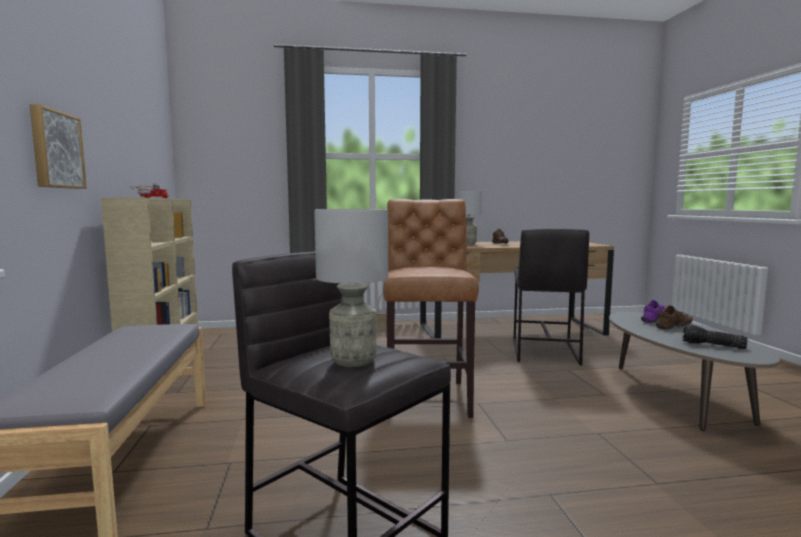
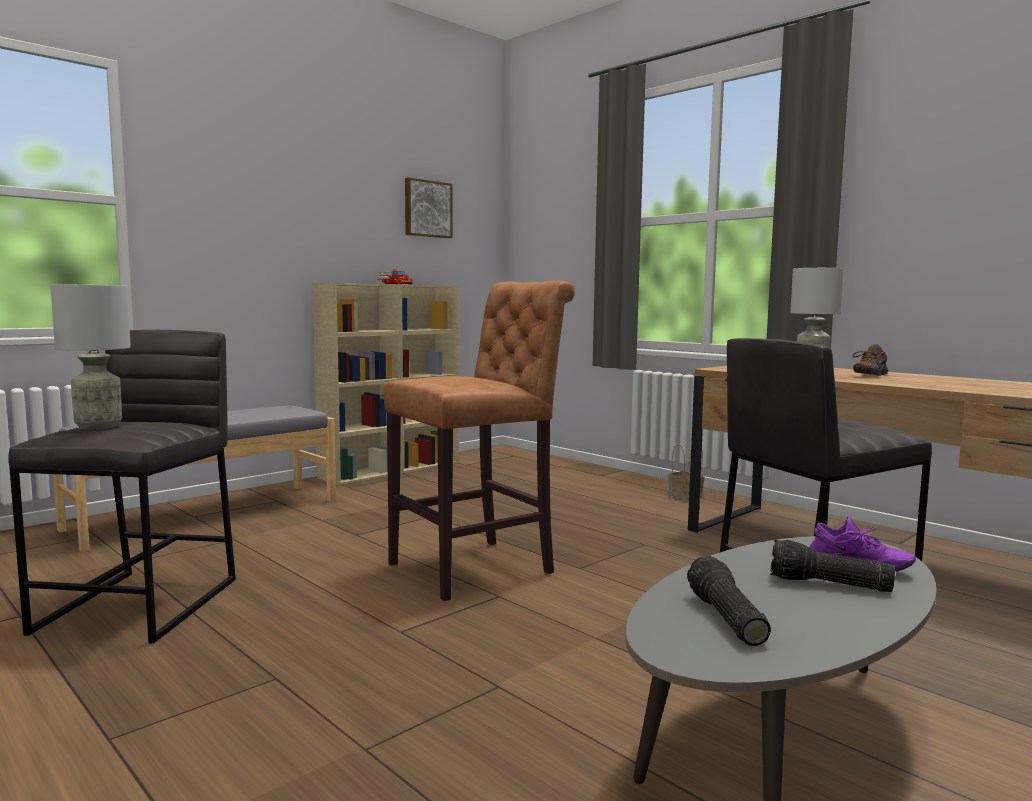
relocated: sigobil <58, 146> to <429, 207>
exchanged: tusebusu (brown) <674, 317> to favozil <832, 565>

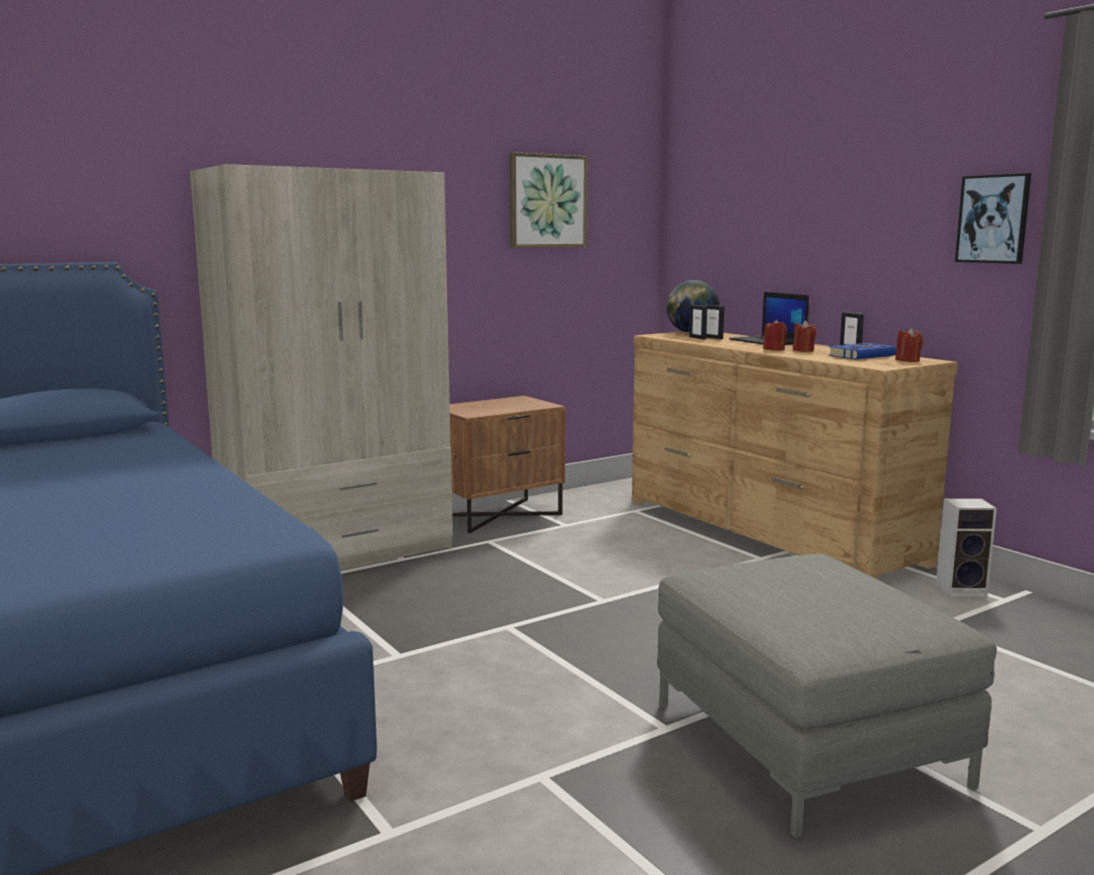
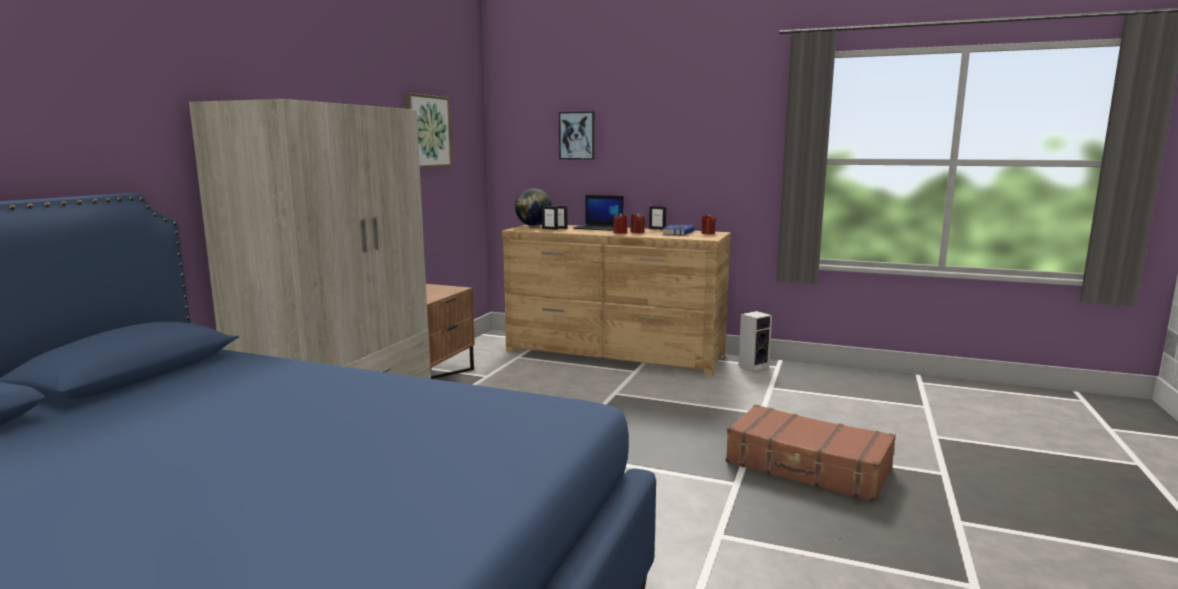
relocated: sigobil <993, 218> to <577, 136>
exchanged: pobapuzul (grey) <827, 696> to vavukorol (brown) <811, 453>

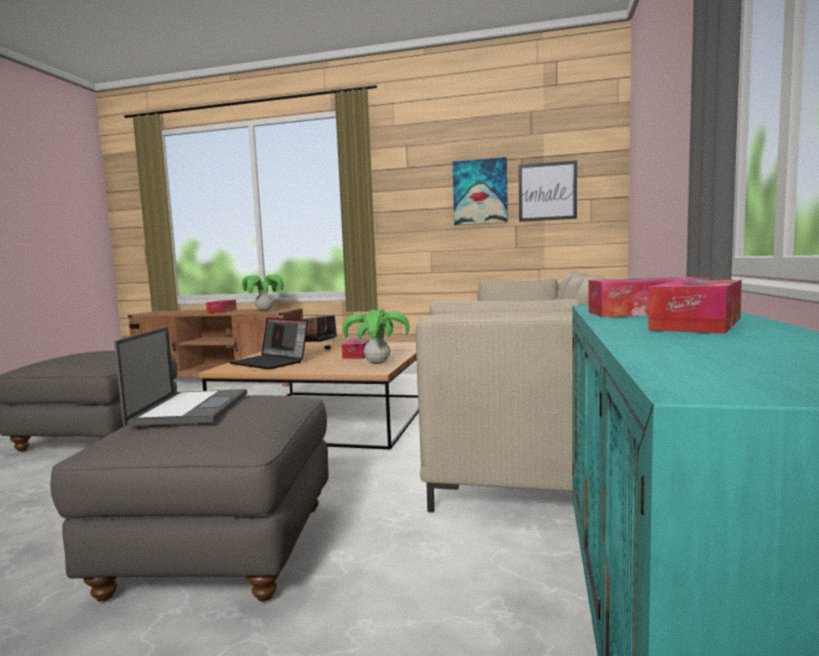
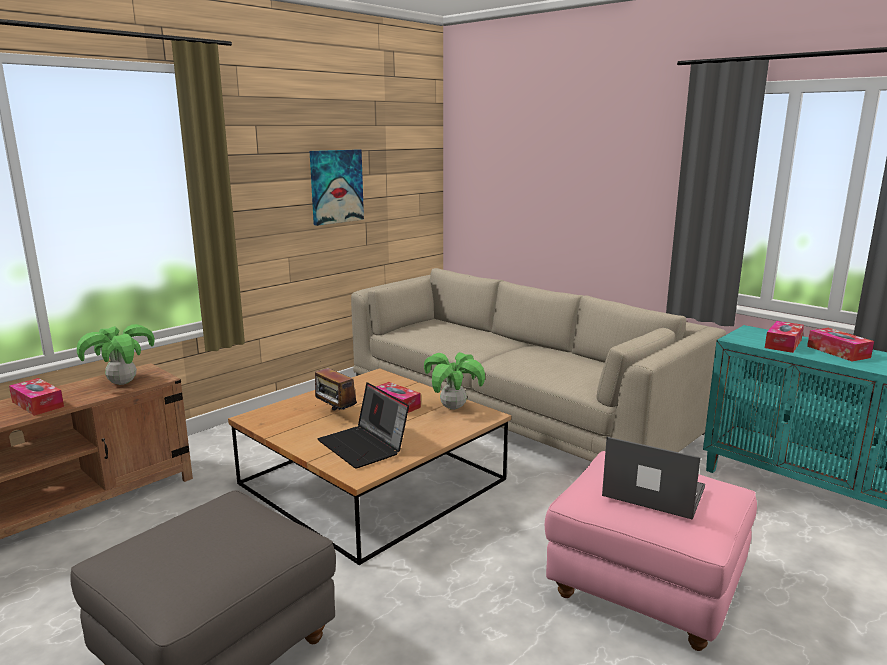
missing: sigobil <547, 191>
colour: pobapuzul (grey) <189, 498> to pobapuzul (pink) <651, 551>
spun: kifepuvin <268, 343> = <363, 425> 75 degrees clockwise

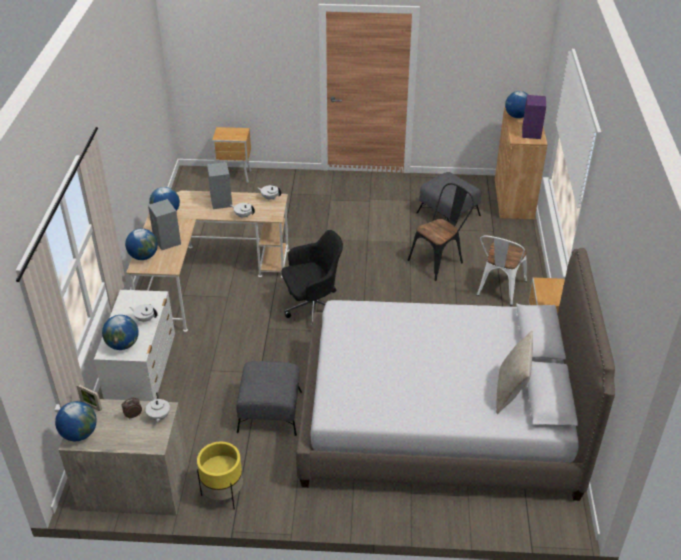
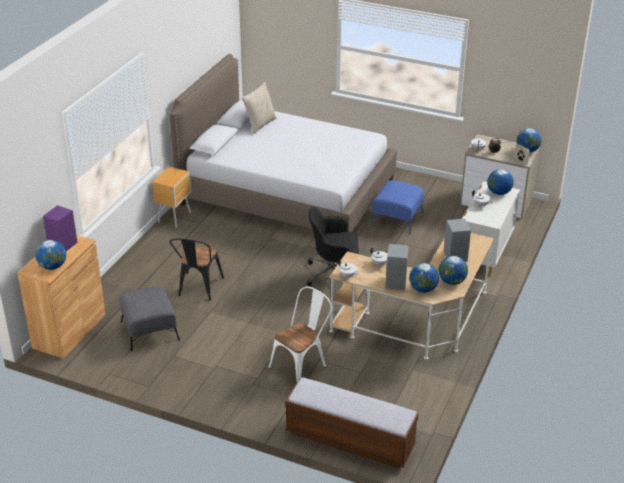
missing: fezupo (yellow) <220, 475>
relocated: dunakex <141, 244> to <424, 278>; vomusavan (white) <502, 270> to <300, 334>
exchanged: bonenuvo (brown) <231, 155> to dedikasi <352, 422>
colour: pobapuzul (grey) <269, 398> to pobapuzul (blue) <397, 207>
spun: vomusavan (black) <441, 232> = <197, 269> 60 degrees counterclockwise

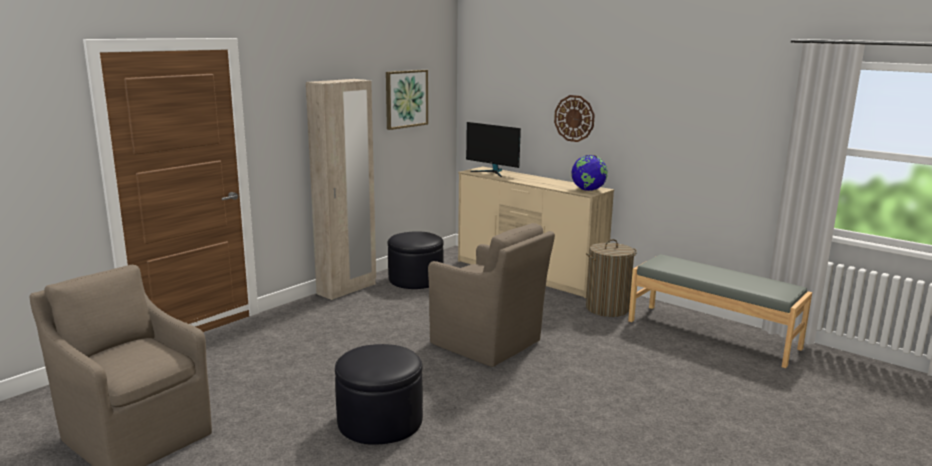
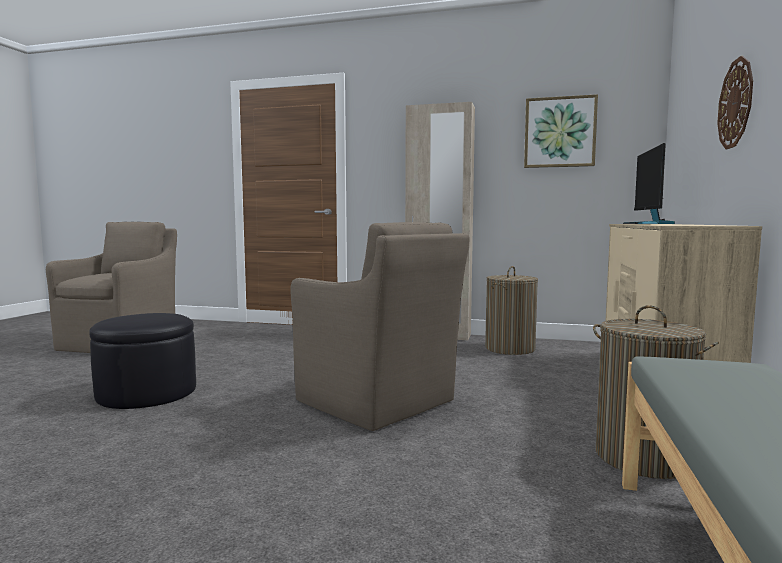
missing: dunakex <589, 173>
exchanged: pobapuzul (black) <416, 260> to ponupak <511, 310>
spun: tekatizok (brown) <491, 295> = <379, 326> 60 degrees counterclockwise

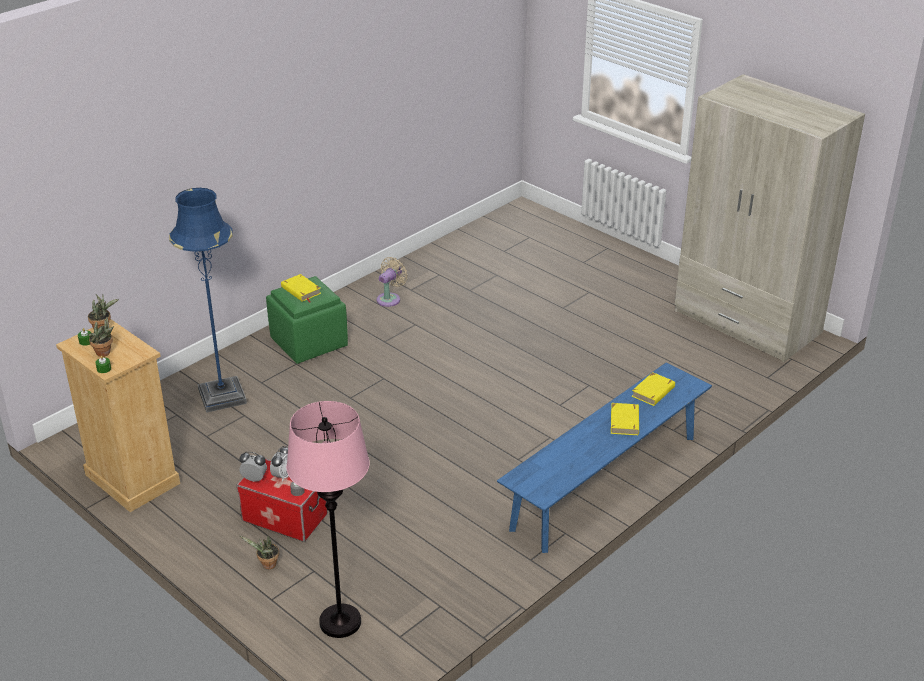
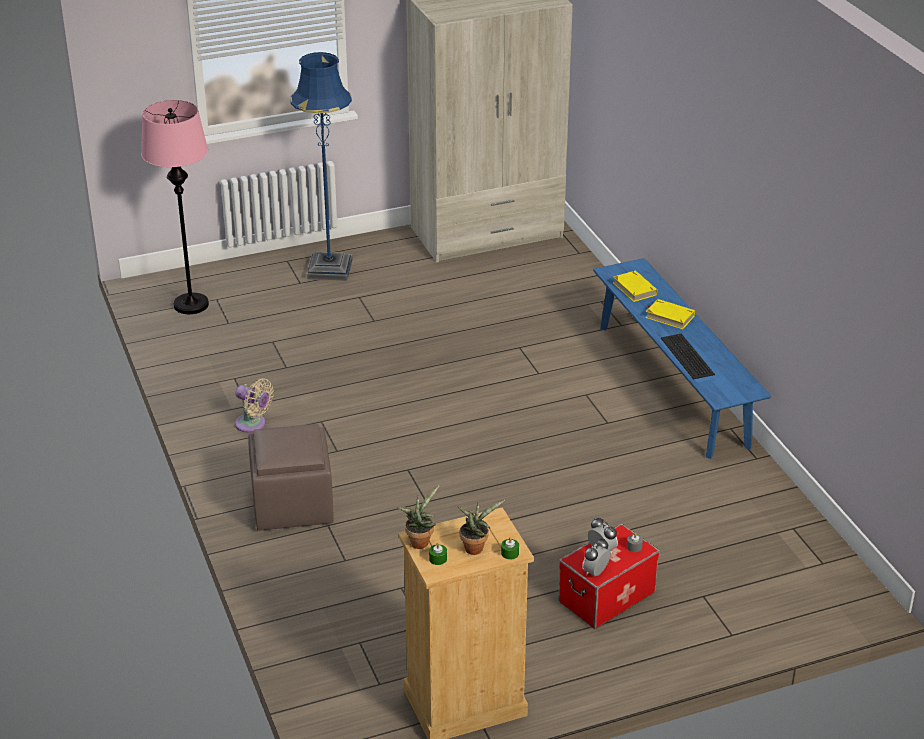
missing: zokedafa <259, 552>; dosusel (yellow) <301, 288>
appeared: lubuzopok <688, 356>
relocated: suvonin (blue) <208, 300> to <321, 166>; suvonin (pink) <328, 519> to <175, 207>
colour: pobapuzul (green) <307, 320> to pobapuzul (brown) <291, 477>
spun: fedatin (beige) <392, 282> = <254, 405> 150 degrees clockwise

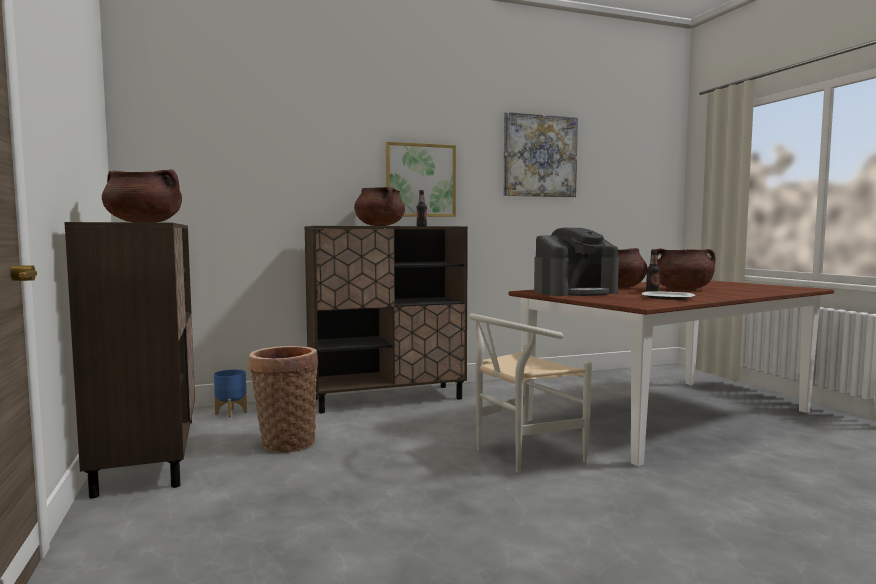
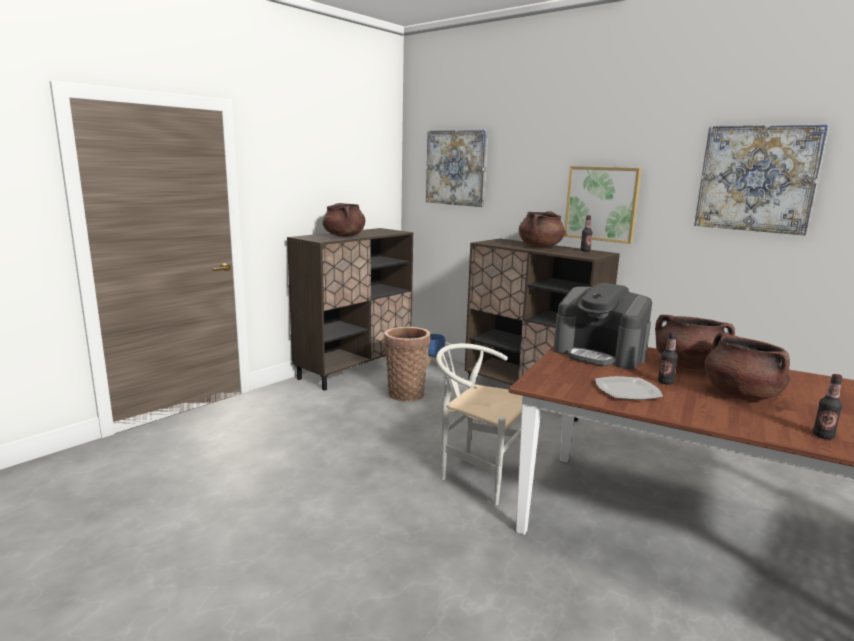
appeared: sigobil <457, 168>; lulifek <828, 406>

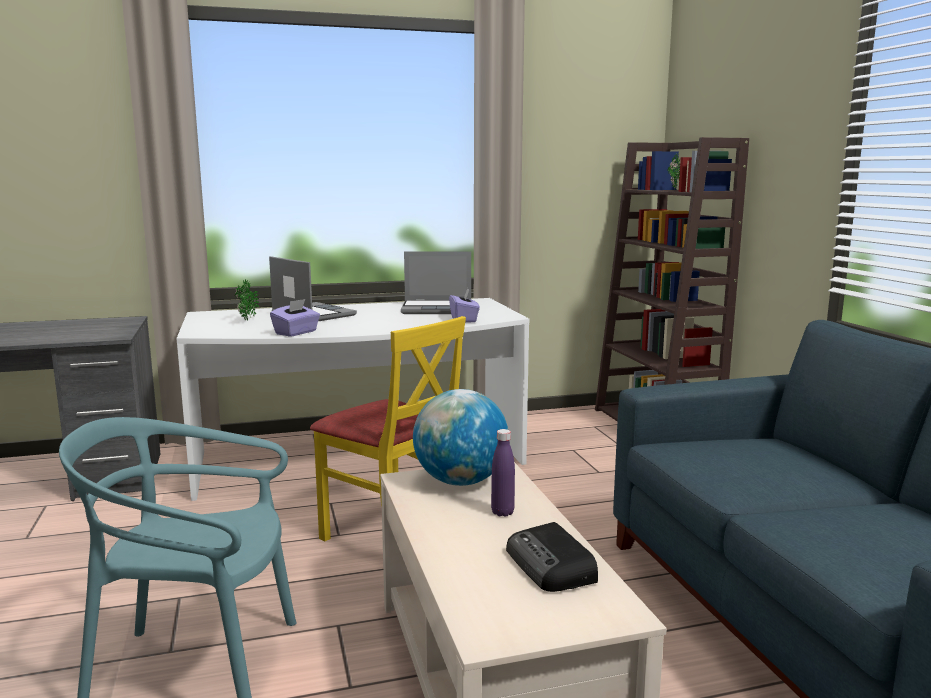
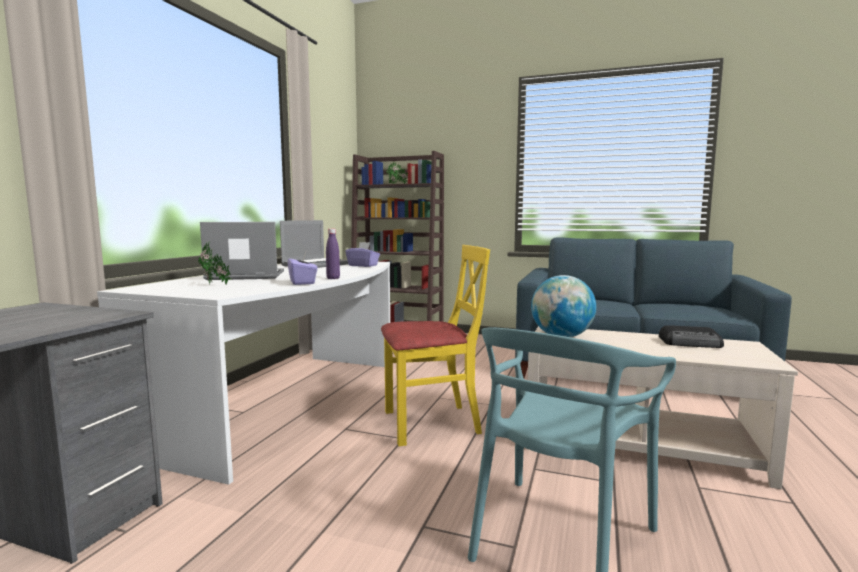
relocated: lulifek (purple) <503, 473> to <333, 254>

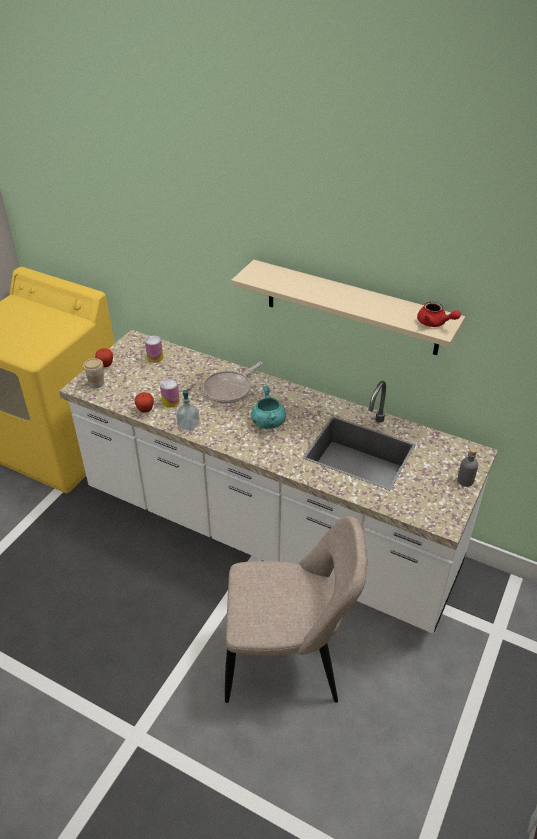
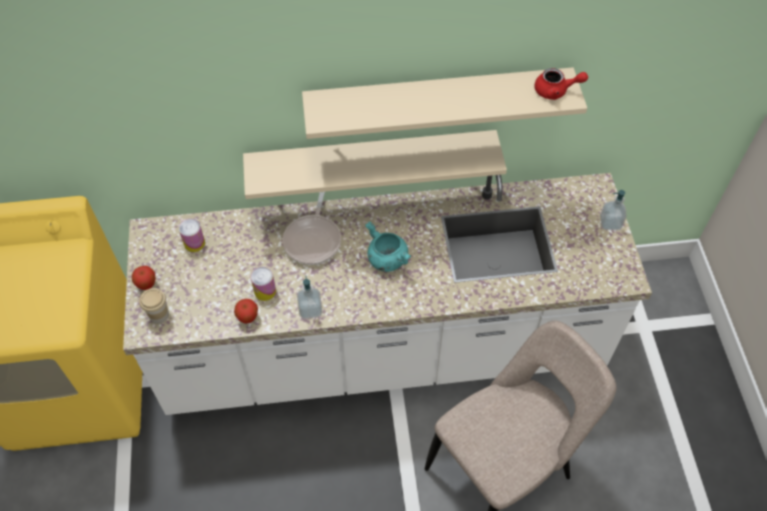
appeared: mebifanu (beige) <375, 164>
exchanged: lulifek (grey) <467, 467> to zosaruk <613, 210>

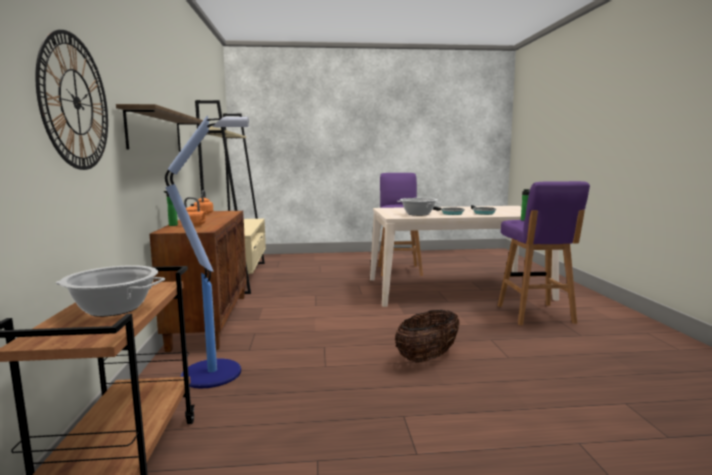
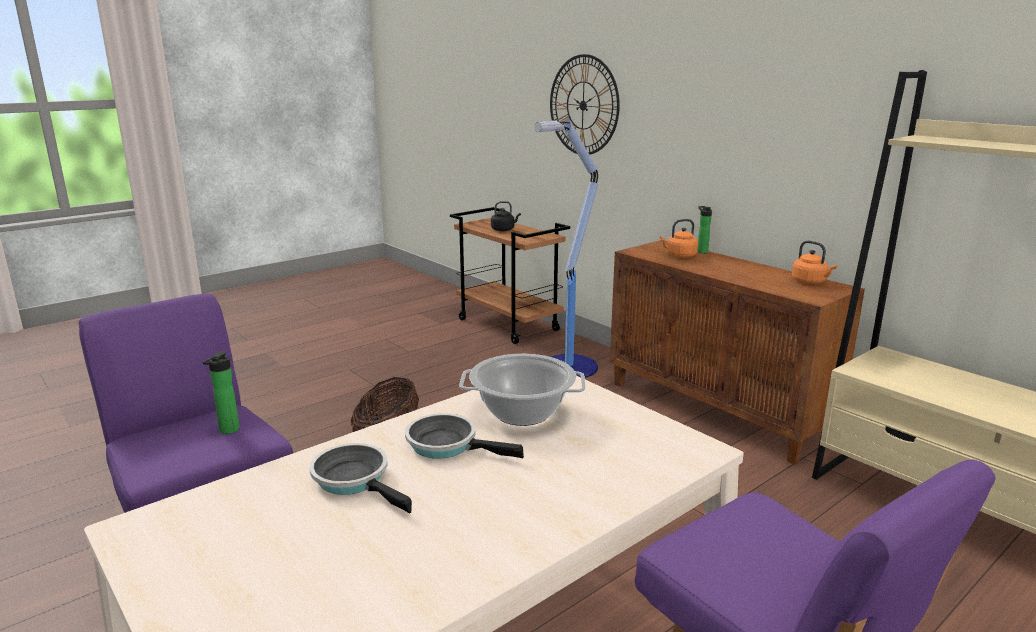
missing: mebifanu <159, 128>
exchanged: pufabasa <110, 291> to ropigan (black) <506, 216>

